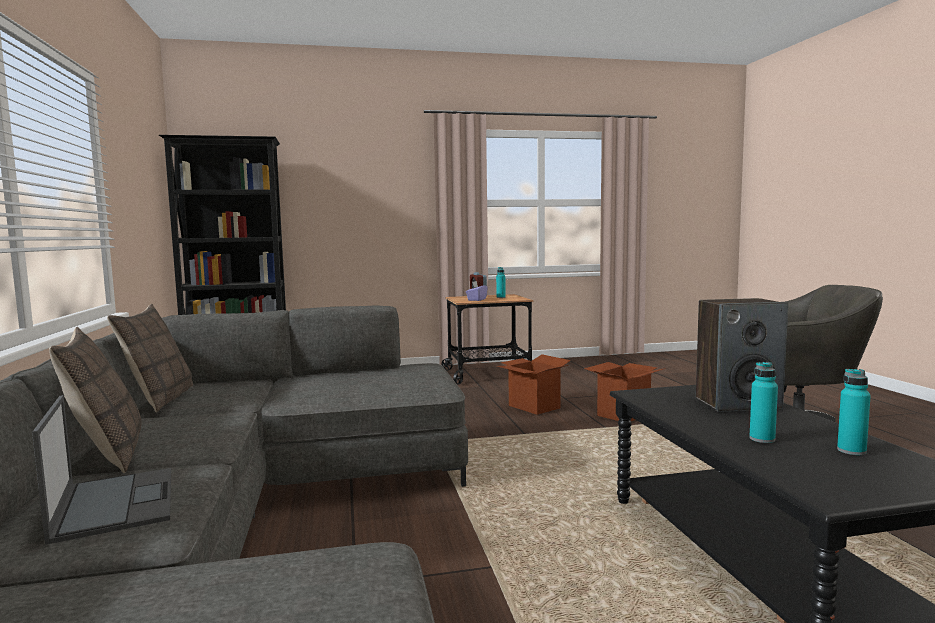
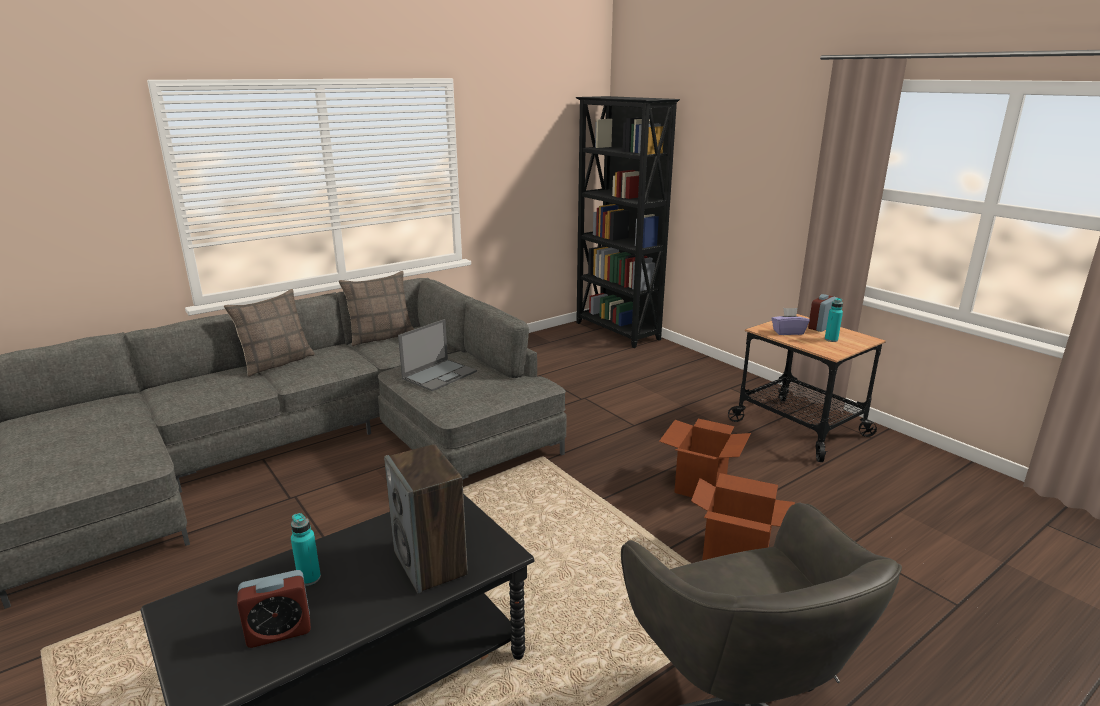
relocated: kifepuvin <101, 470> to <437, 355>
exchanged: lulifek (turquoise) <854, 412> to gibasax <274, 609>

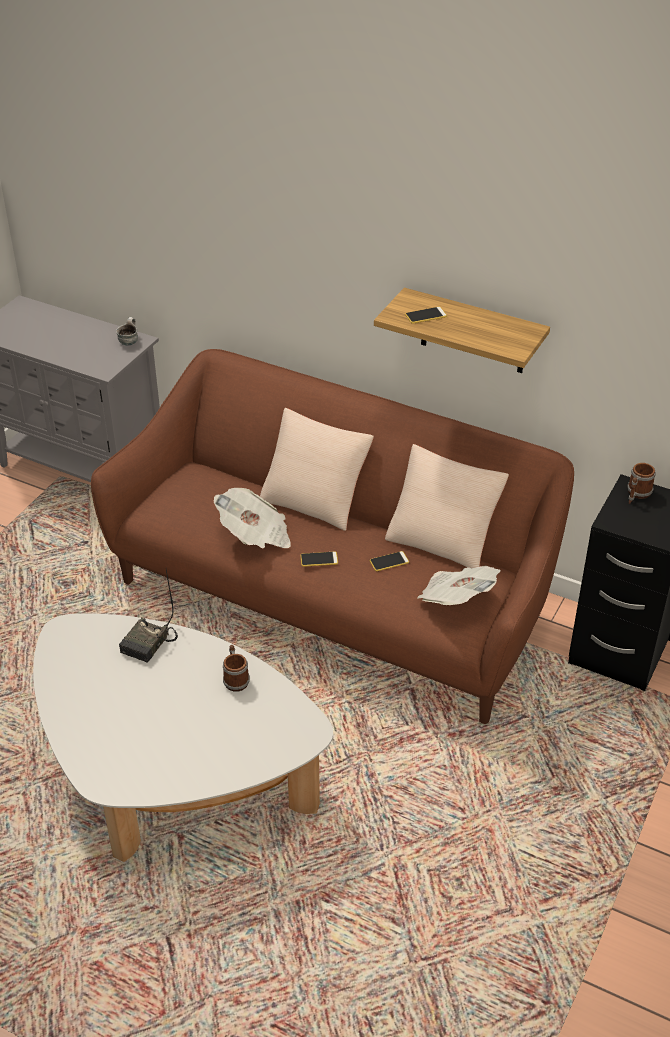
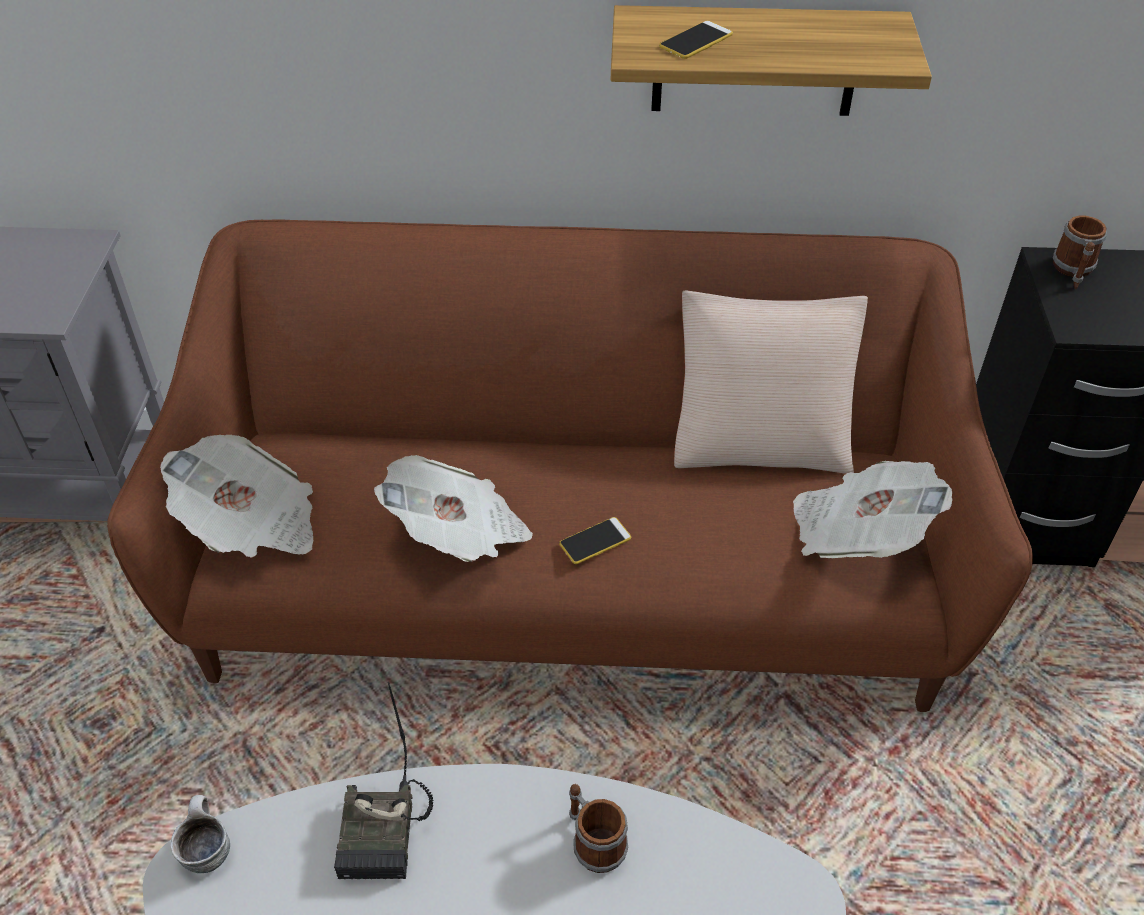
missing: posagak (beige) <317, 469>; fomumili <389, 561>
appeared: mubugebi <236, 496>
relocated: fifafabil <127, 331> to <200, 834>

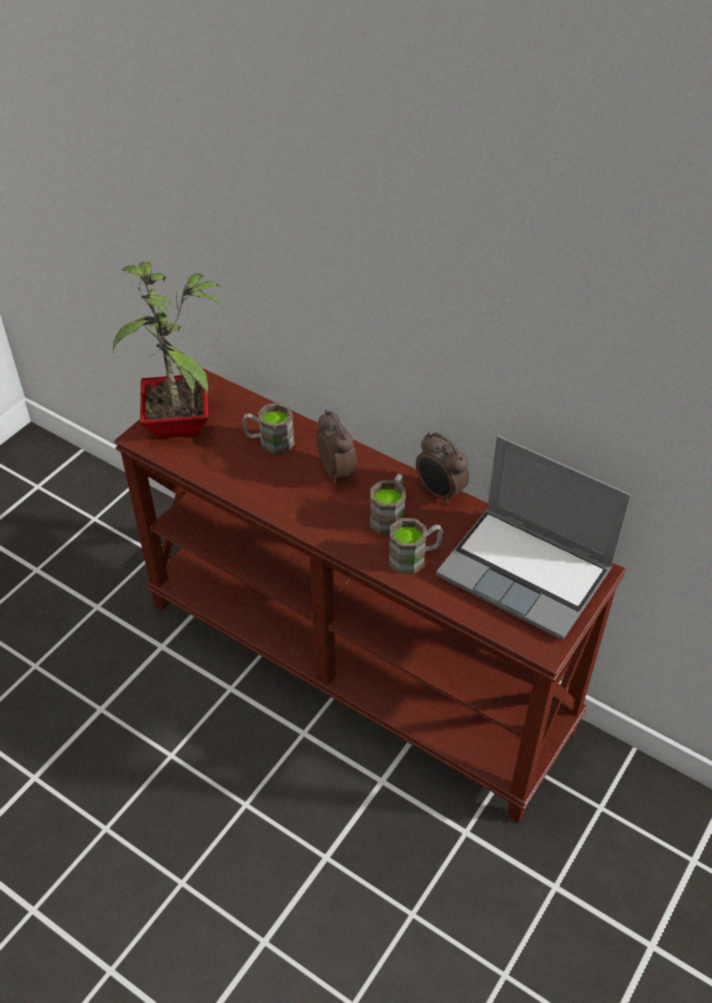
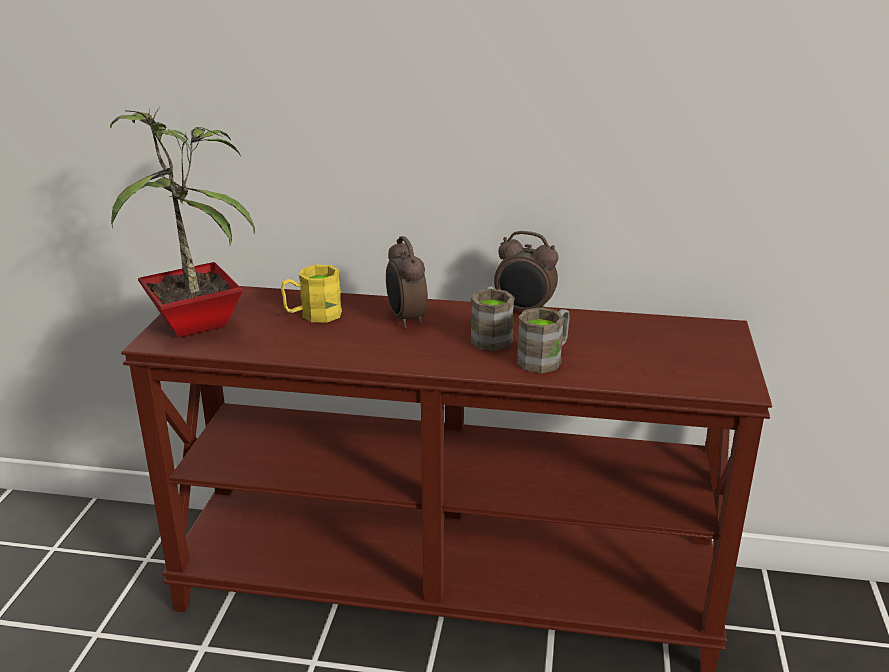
missing: kifepuvin <533, 537>
colour: fifafabil (brown) <269, 428> to fifafabil (yellow) <311, 294>
spun: gibasax <336, 447> = <407, 282> 150 degrees counterclockwise

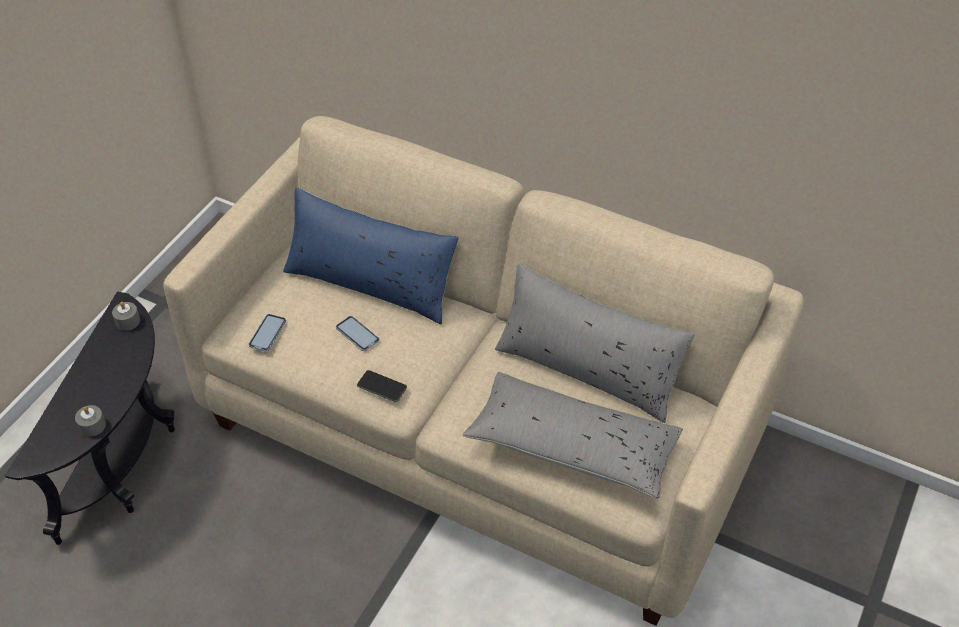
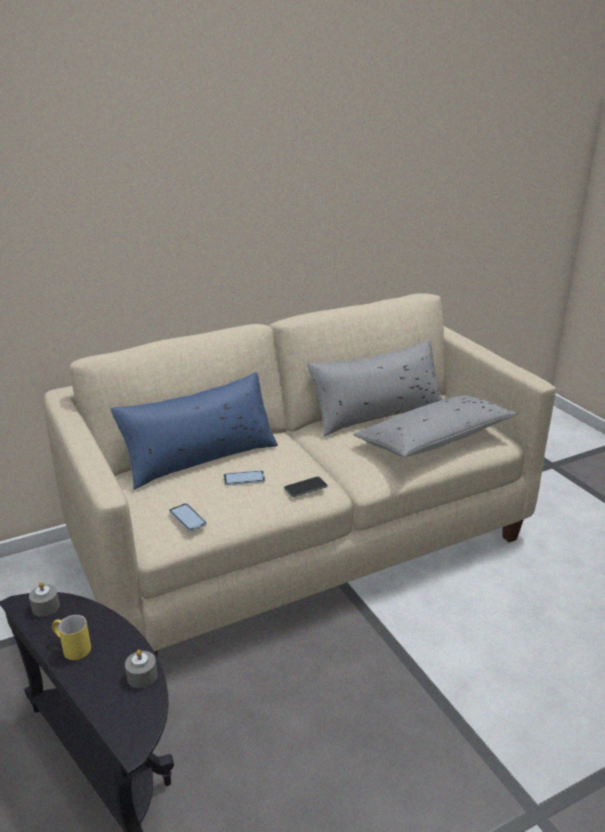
appeared: fifafabil (yellow) <71, 637>

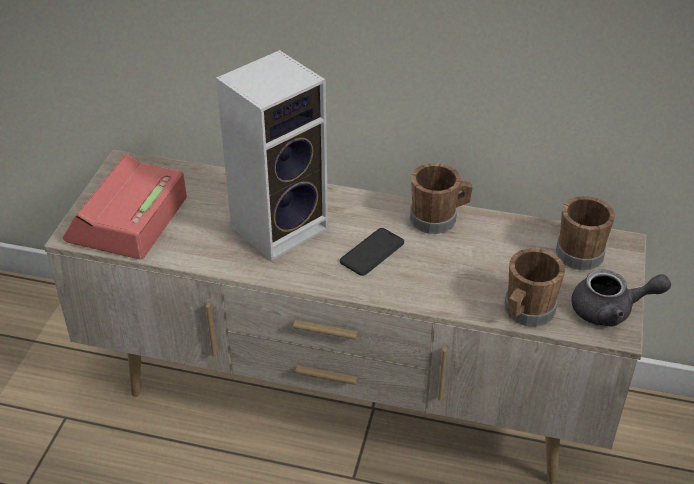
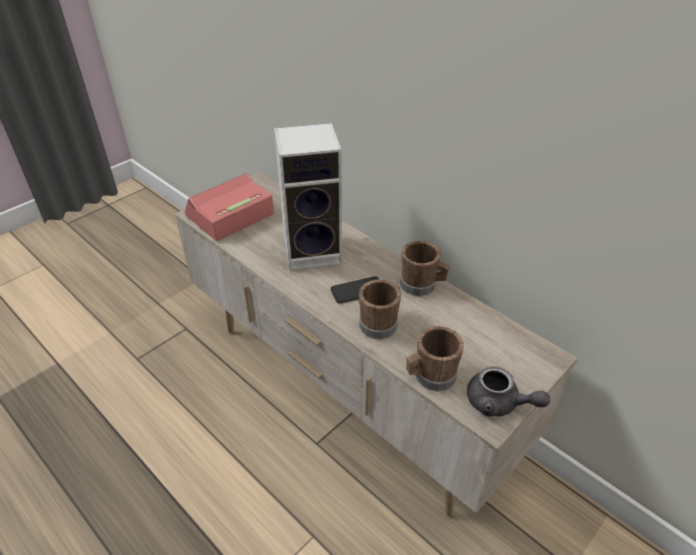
relocated: fifafabil (brown) <585, 233> to <380, 309>

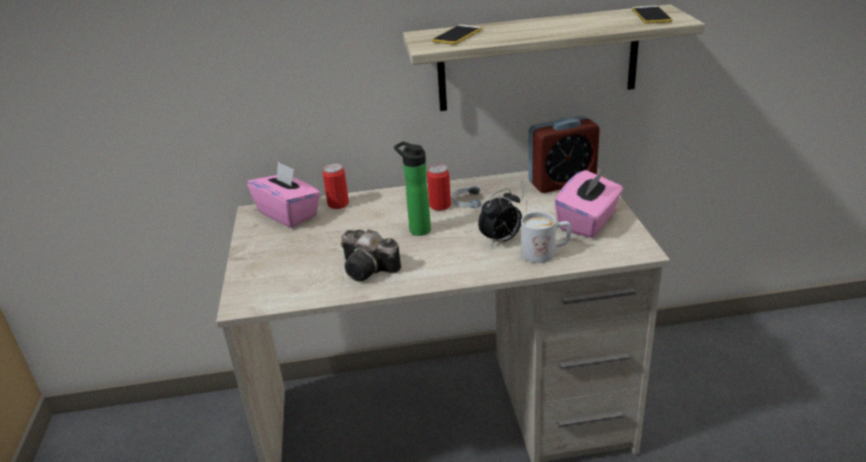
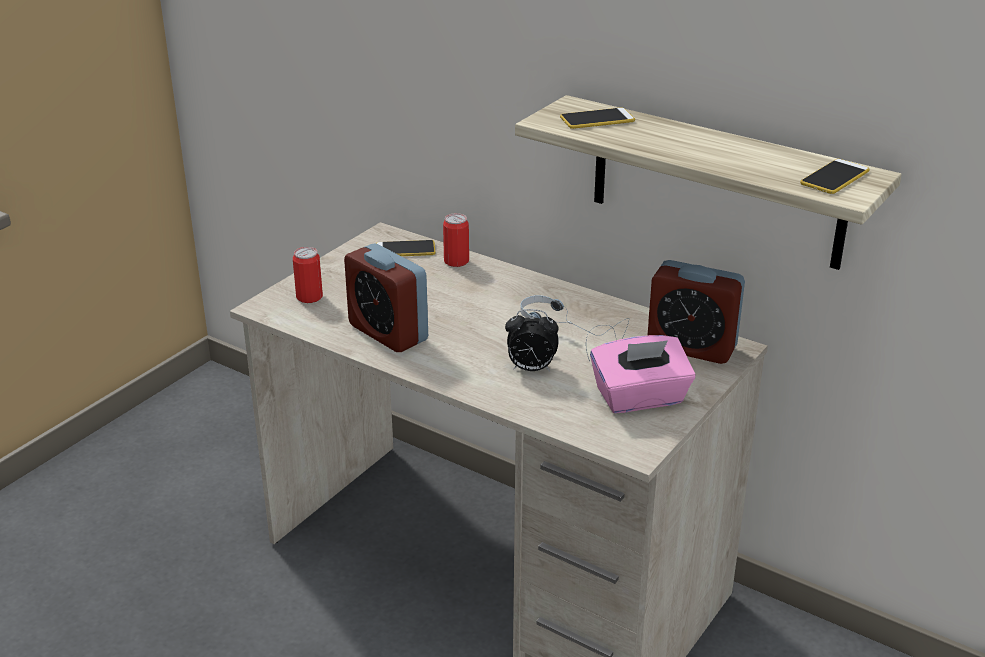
missing: lulifek <412, 188>; fifafabil (white) <546, 237>
relocated: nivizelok <439, 187> to <308, 275>
exchanged: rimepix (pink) <284, 194> to fomumili <406, 248>; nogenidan <371, 255> to gibasax <386, 298>

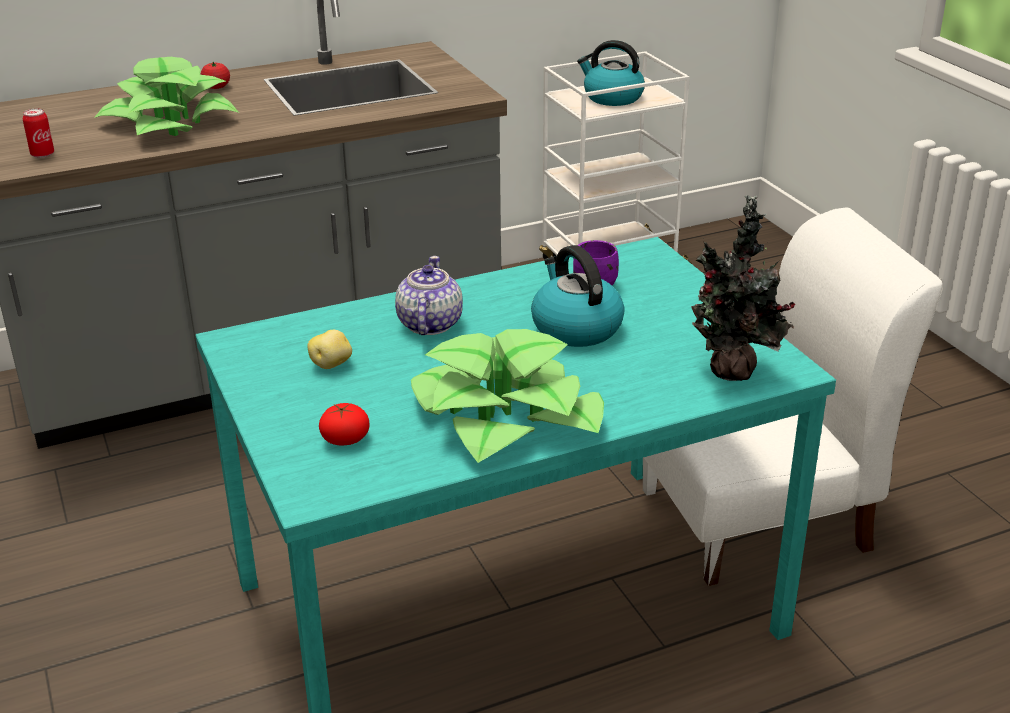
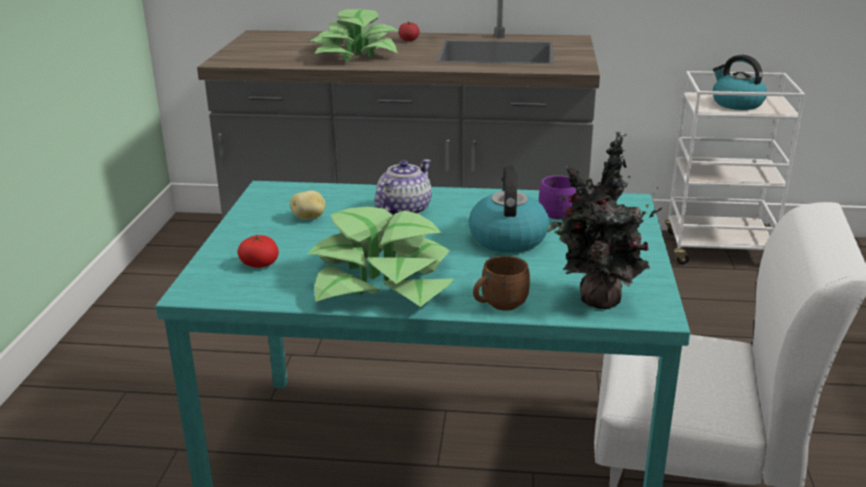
missing: nivizelok <38, 133>
appeared: fifafabil (brown) <501, 283>

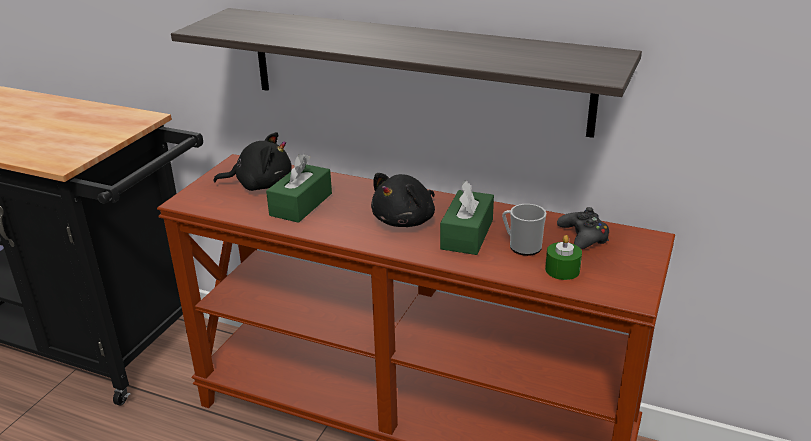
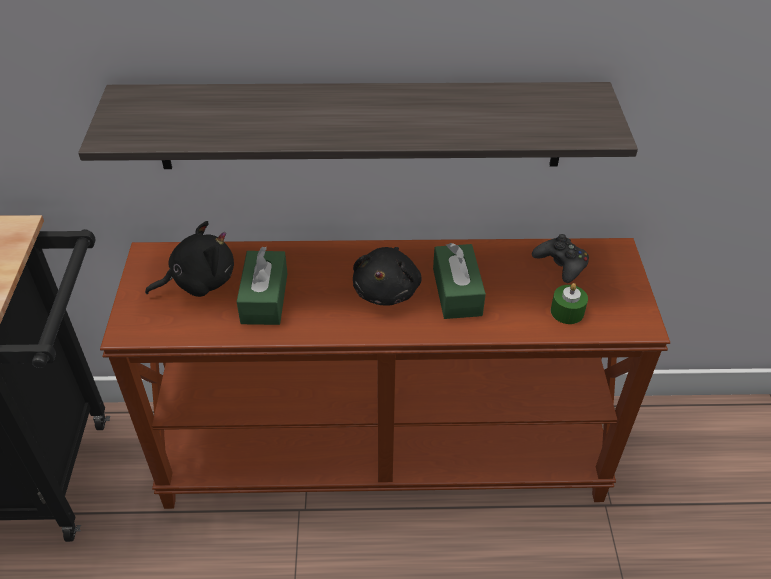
missing: fifafabil <524, 230>

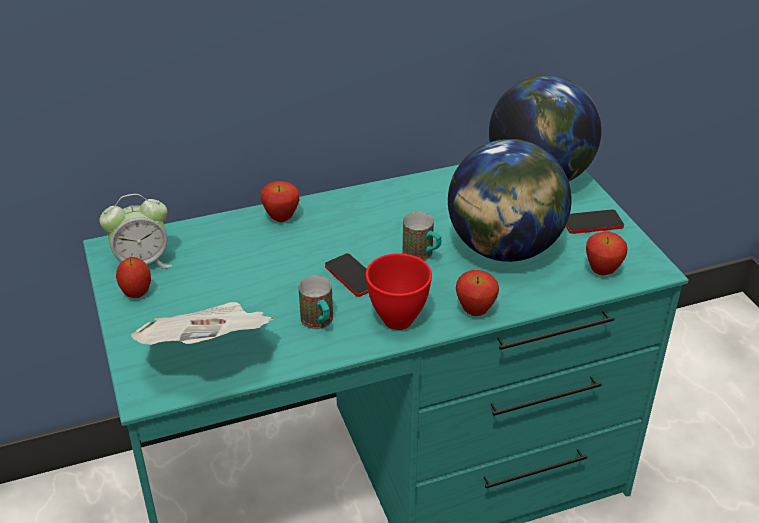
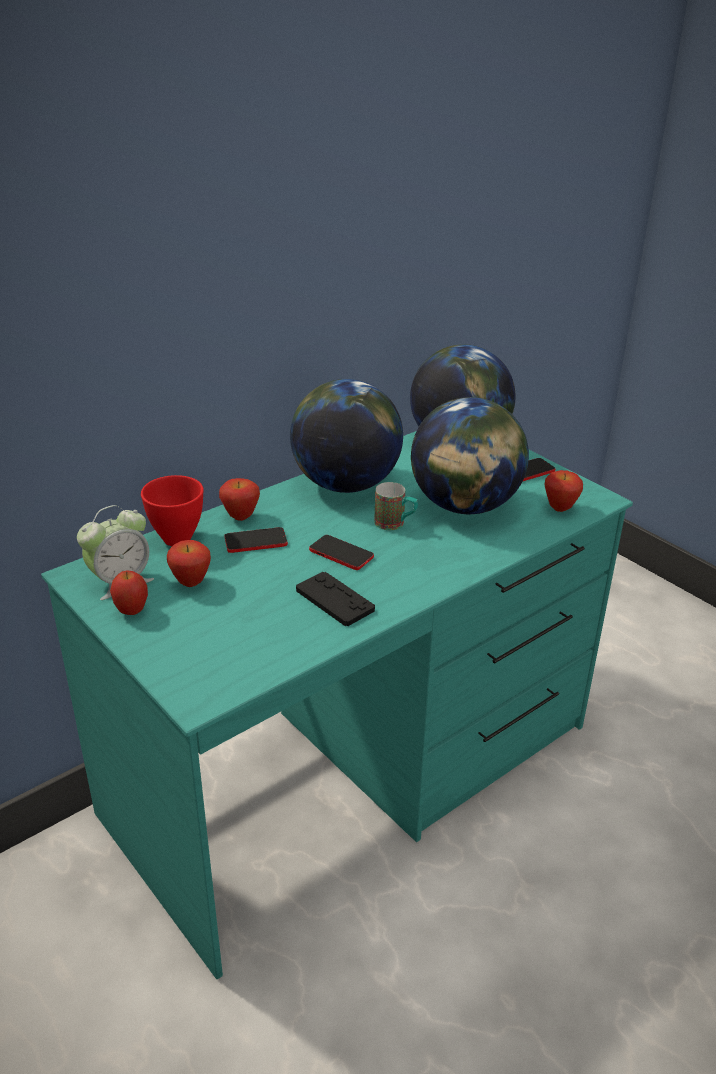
missing: mubugebi <202, 323>
appeared: fomumili <256, 540>; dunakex <346, 436>
relocated: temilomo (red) <398, 291> to <172, 510>; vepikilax <477, 293> to <189, 563>
exchanged: fifafabil <316, 302> to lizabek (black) <335, 599>

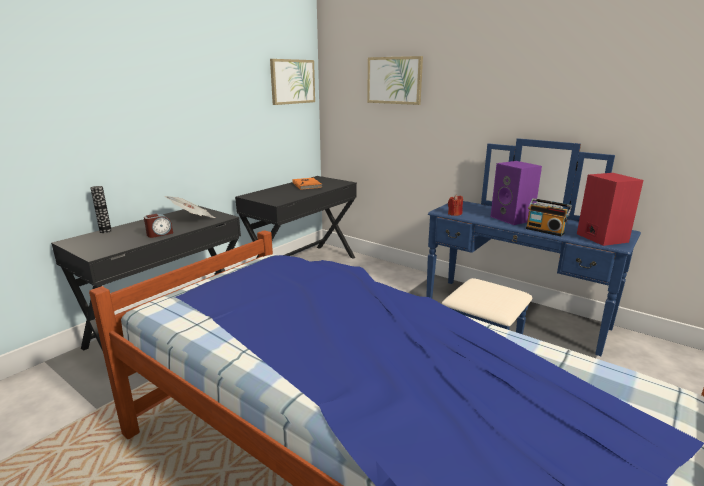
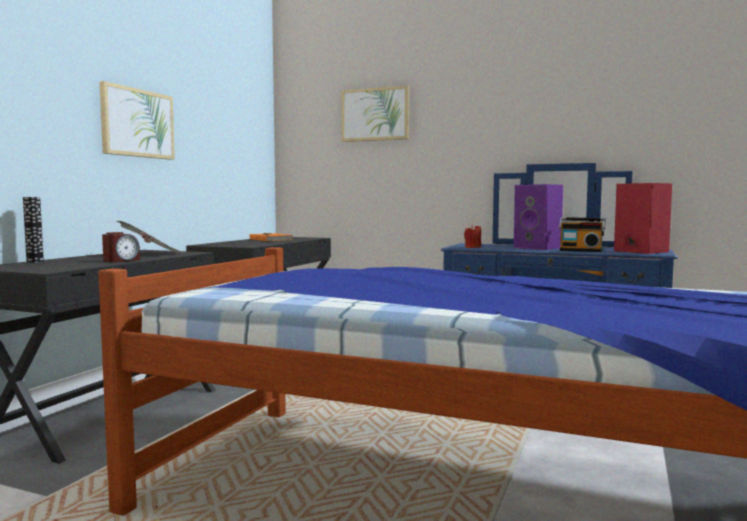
relocated: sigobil <292, 82> to <137, 120>

